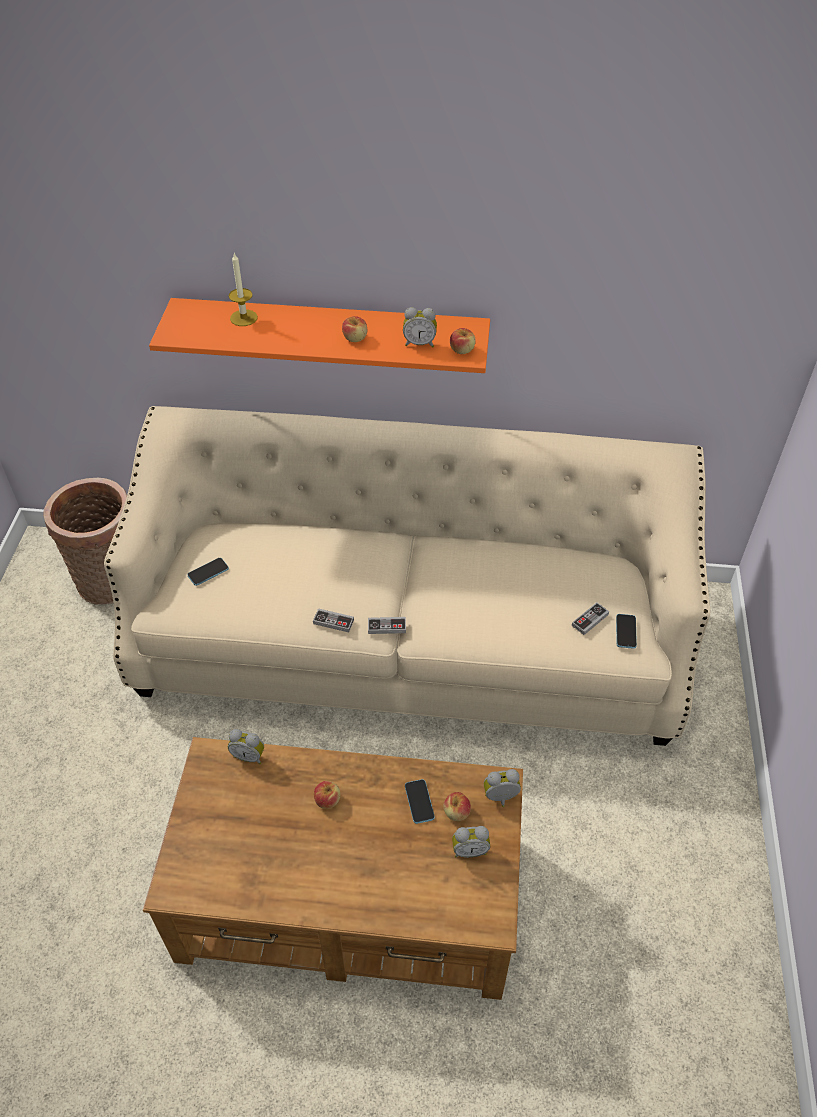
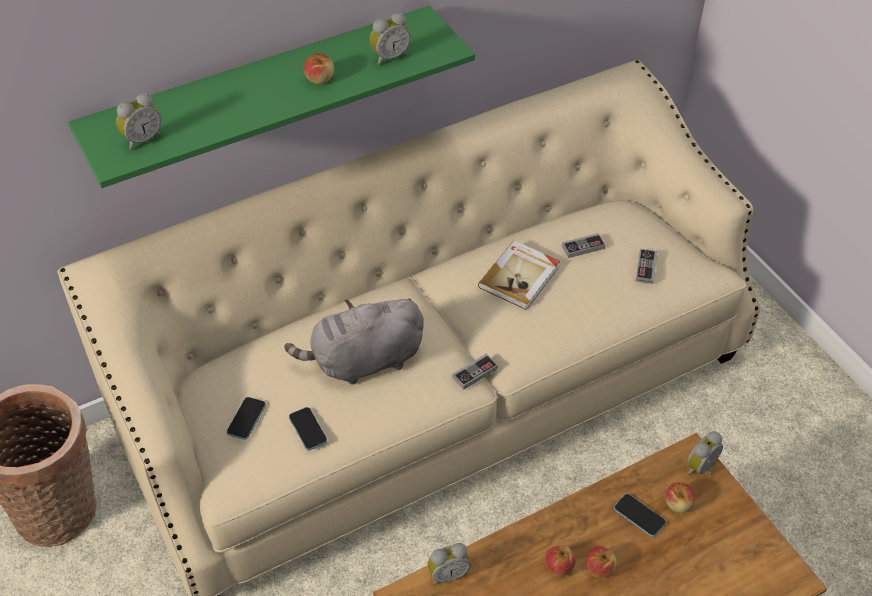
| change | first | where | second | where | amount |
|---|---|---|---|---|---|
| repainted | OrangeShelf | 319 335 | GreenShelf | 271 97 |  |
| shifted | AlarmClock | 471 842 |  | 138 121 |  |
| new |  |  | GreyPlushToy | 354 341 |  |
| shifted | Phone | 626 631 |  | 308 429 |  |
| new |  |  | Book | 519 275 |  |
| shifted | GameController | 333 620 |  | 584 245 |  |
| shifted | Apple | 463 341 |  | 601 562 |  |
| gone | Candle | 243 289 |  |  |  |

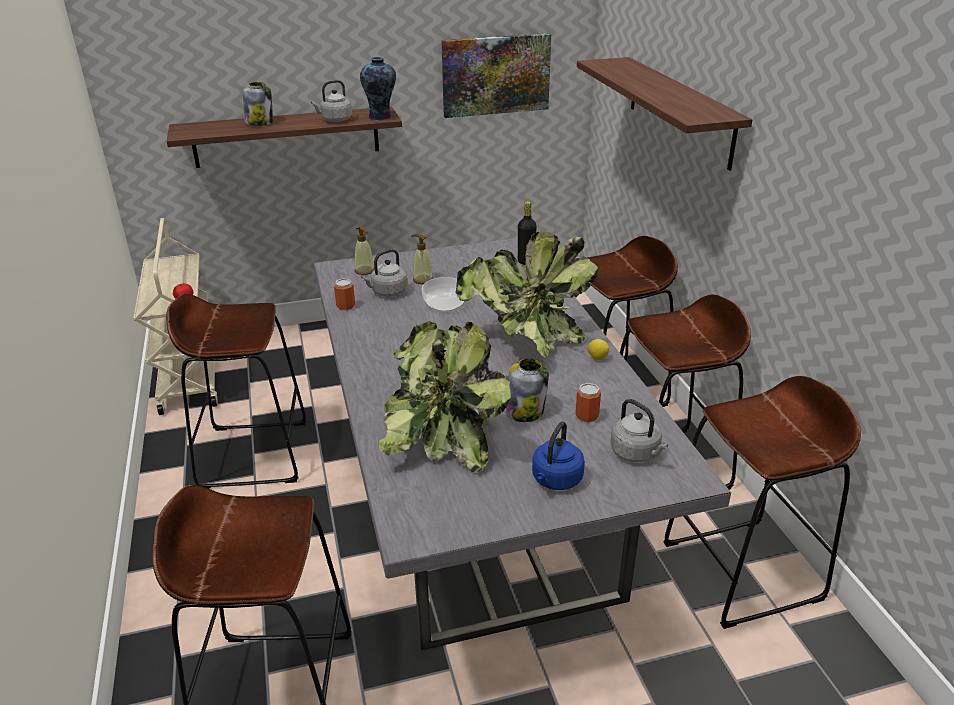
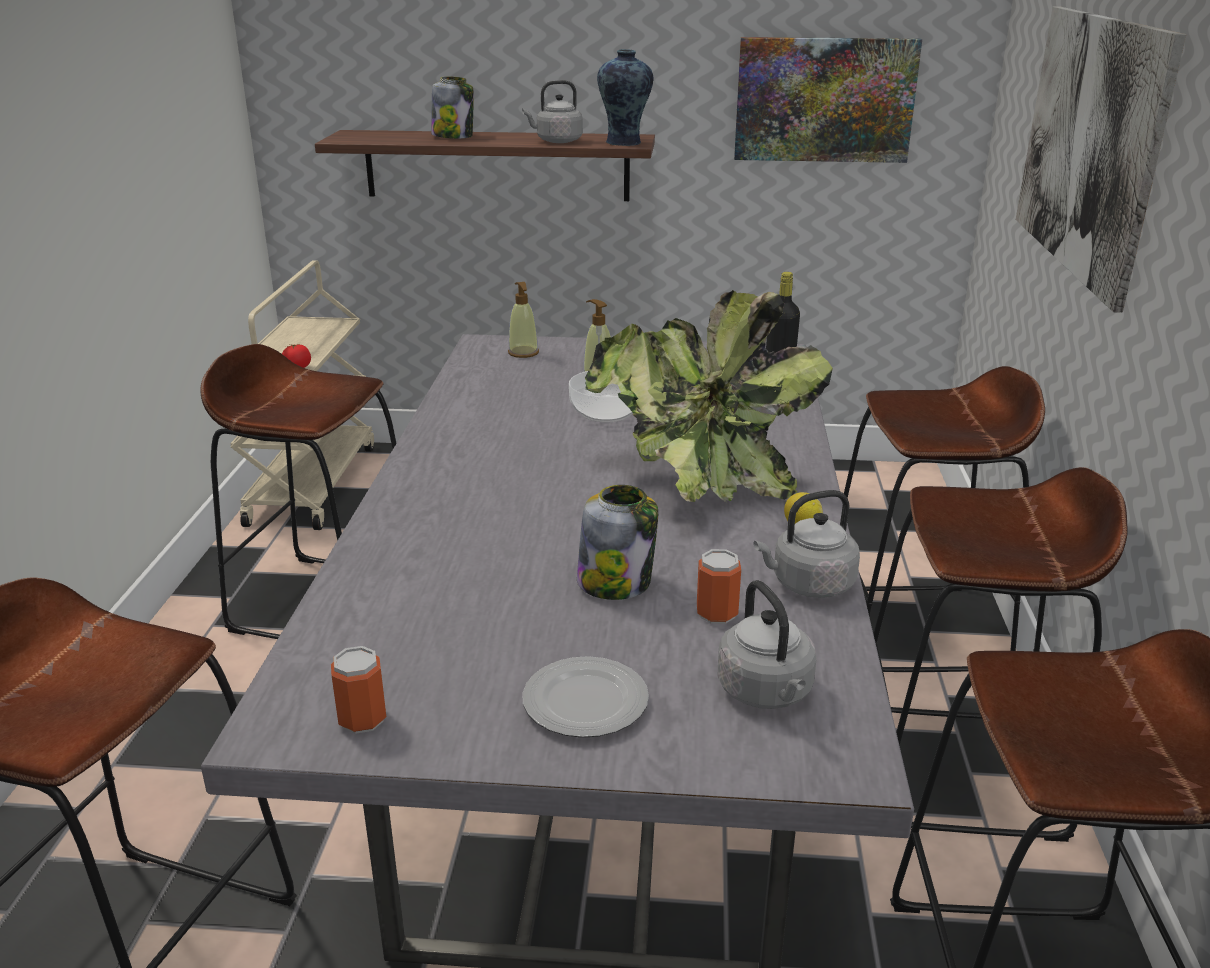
| change | first | where | second | where | amount |
|---|---|---|---|---|---|
| shifted | Can | 344 295 |  | 358 690 |  |
| swapped | BlueKettle | 558 456 | Plate | 585 697 |  |
| shifted | GreyKettle | 384 273 |  | 806 544 |  |
| swapped | Shelf | 665 113 | Picture | 1101 160 |  |
| gone | PottedPlant | 445 396 |  |  |  |

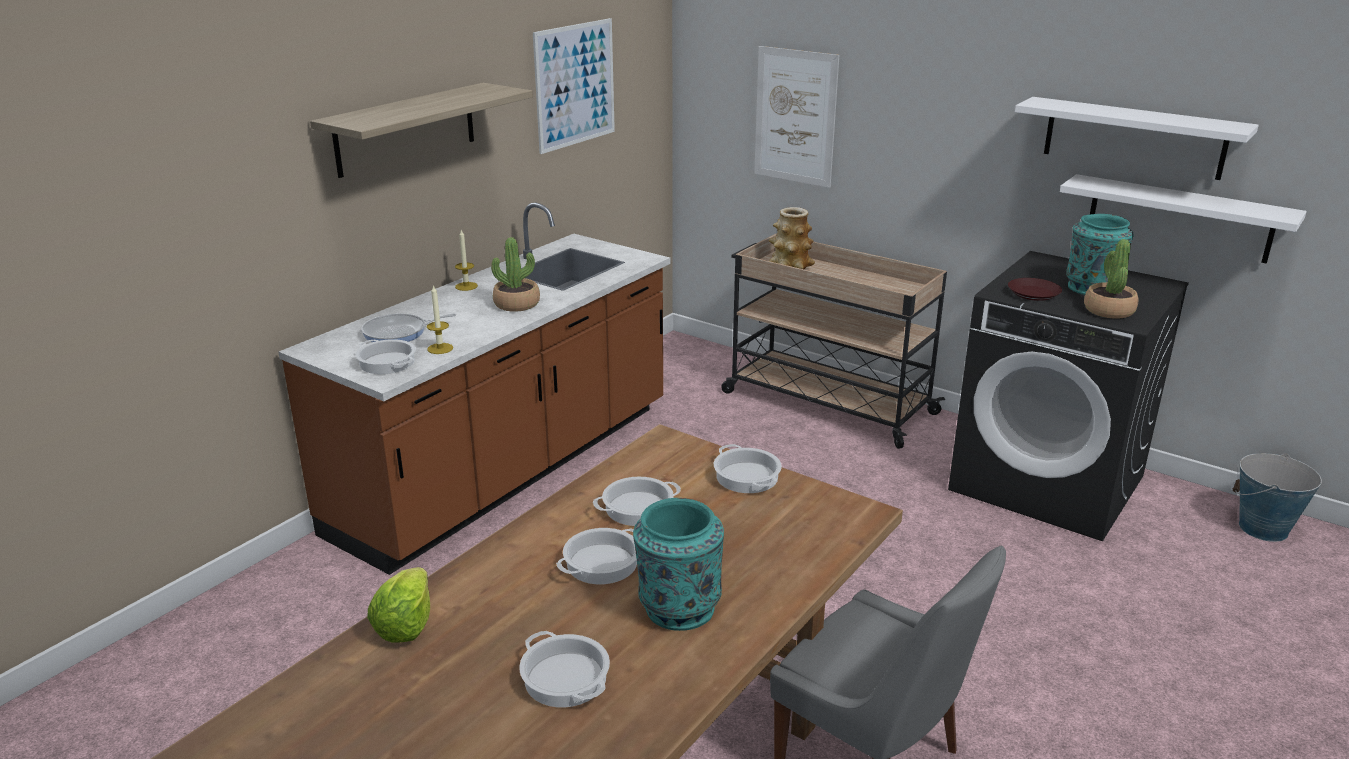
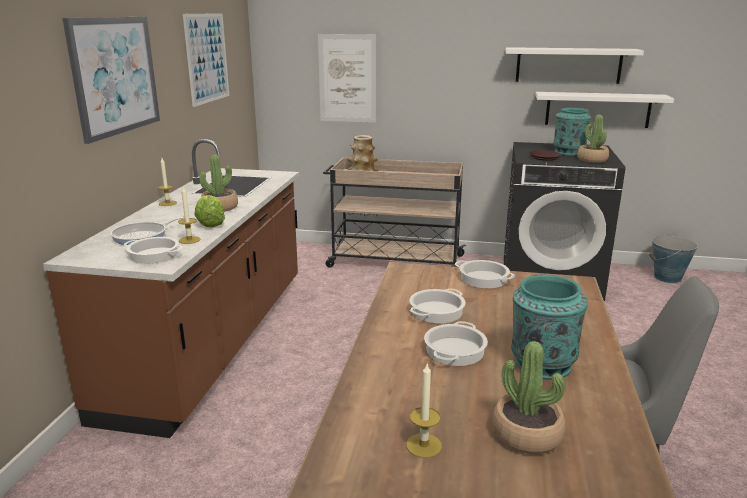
| change | first | where | second | where | amount |
|---|---|---|---|---|---|
| swapped | Shelf | 421 130 | Picture | 111 80 |  |
| shifted | Lettuce | 398 605 |  | 210 211 |  |
| new |  |  | Candle | 424 411 |  |
| swapped | CookingPot | 564 669 | PottedPlant | 529 397 |  |

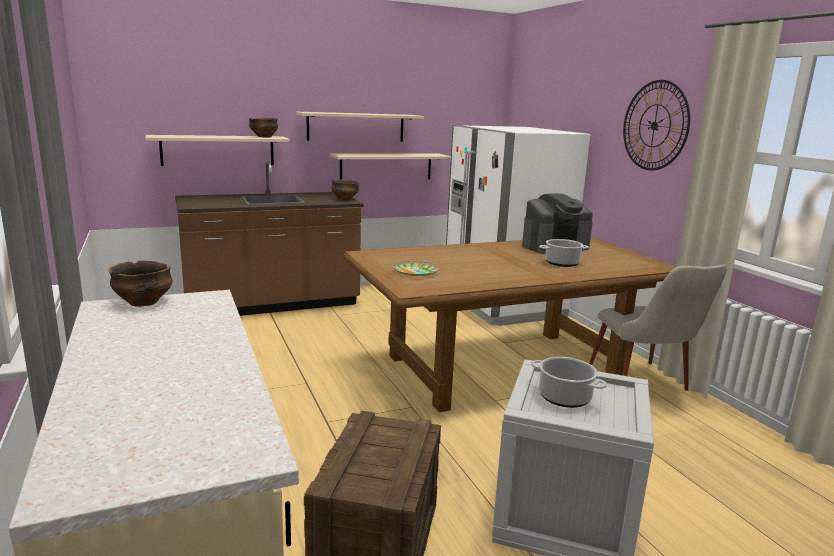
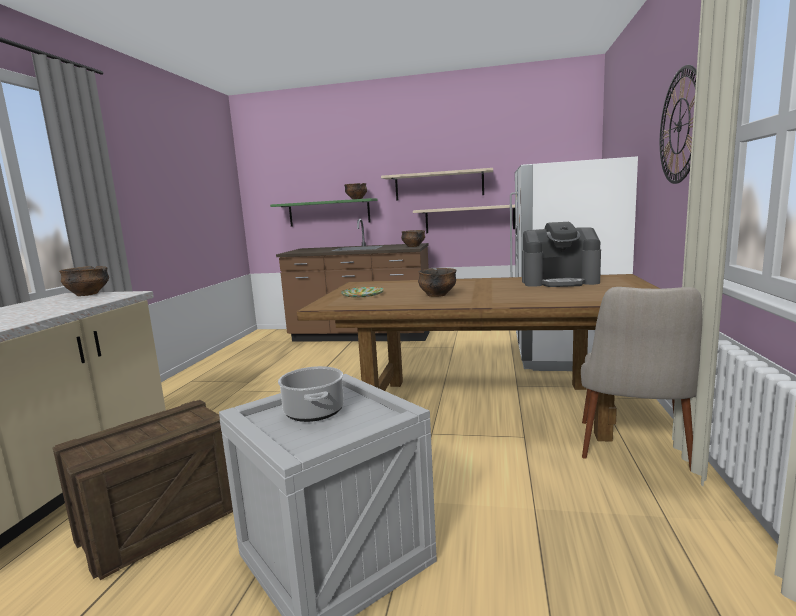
| change | first | where | second | where | amount |
|---|---|---|---|---|---|
| repainted | BeigeShelf | 218 150 | GreenShelf | 324 212 |  |
| new |  |  | Bowl | 437 282 |  |
| gone | CookingPot | 564 253 |  |  |  |

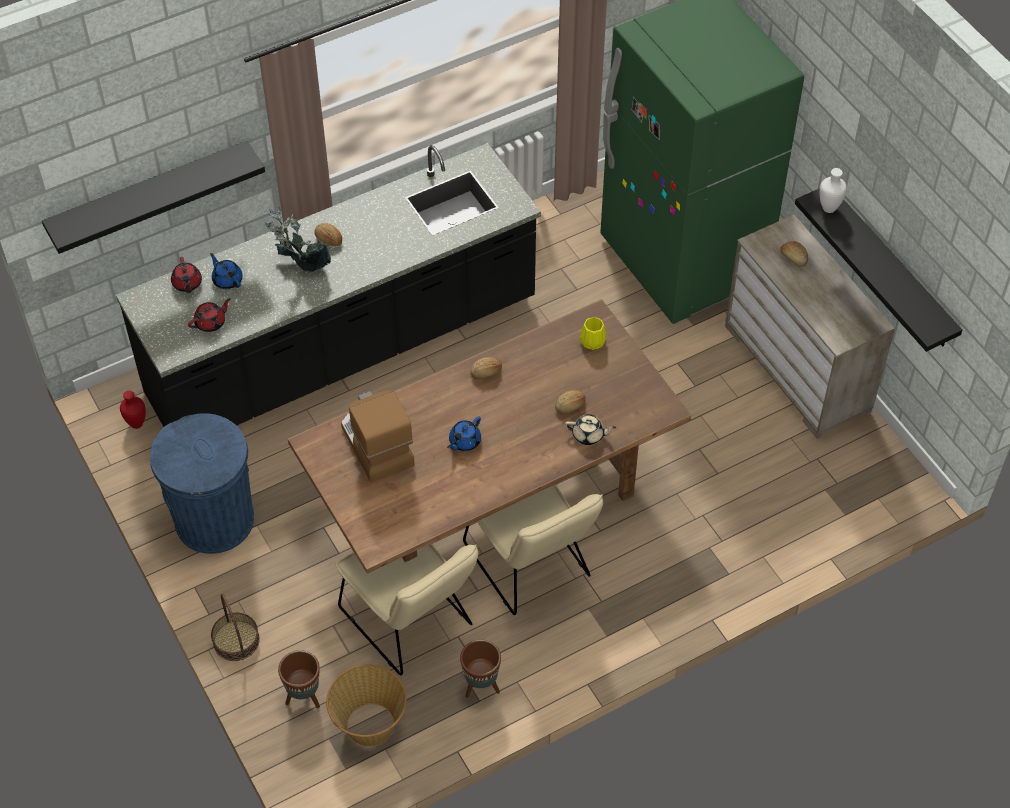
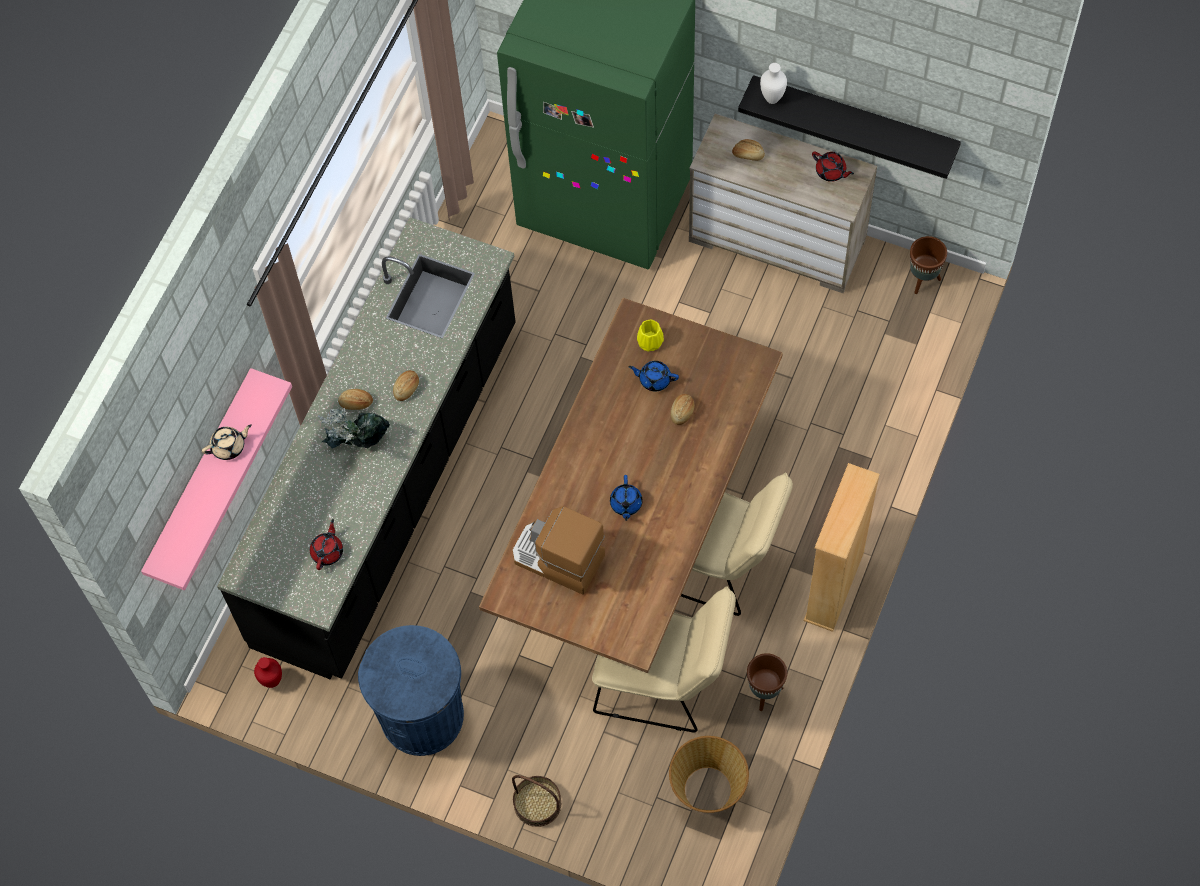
| change | first | where | second | where | amount |
|---|---|---|---|---|---|
| repainted | BlackShelf | 153 197 | PinkShelf | 216 479 |  |
| shifted | BeigeTeapot | 590 429 |  | 227 442 |  |
| shifted | Bread | 486 368 |  | 406 385 |  |
| shifted | BlueTeapot | 226 271 |  | 653 376 |  |
| new |  |  | BeigeBookcase | 841 547 |  |
| shifted | RedTeapot | 186 275 |  | 833 166 |  |
| shifted | BrownPlanter | 299 679 |  | 928 265 |  |

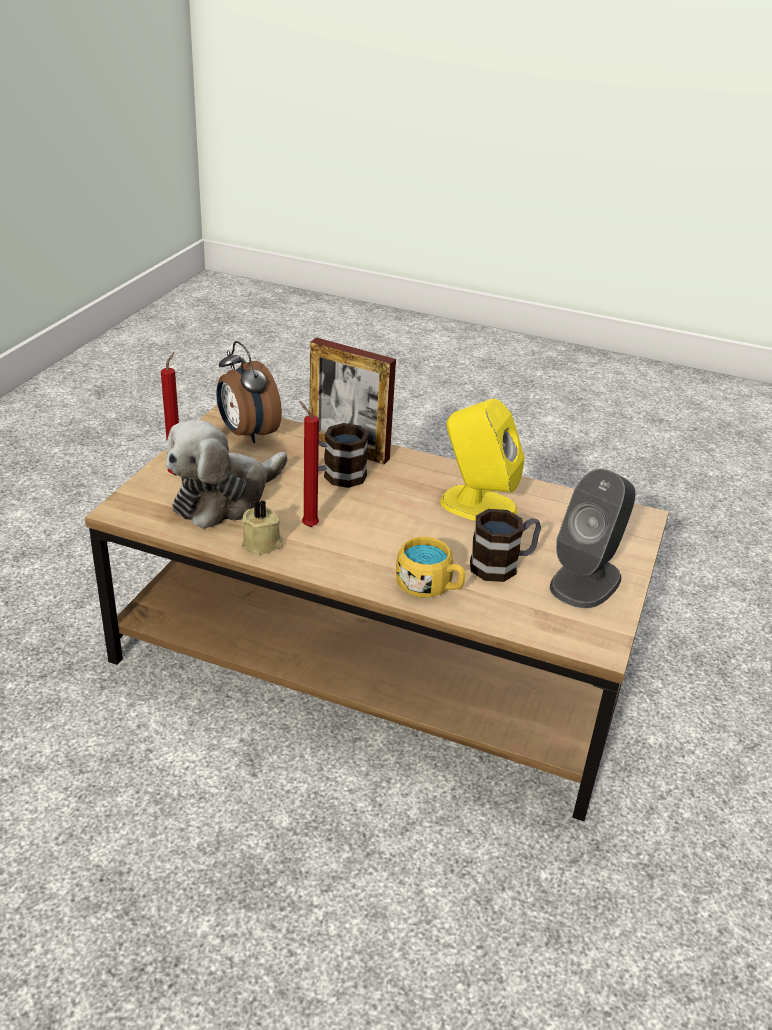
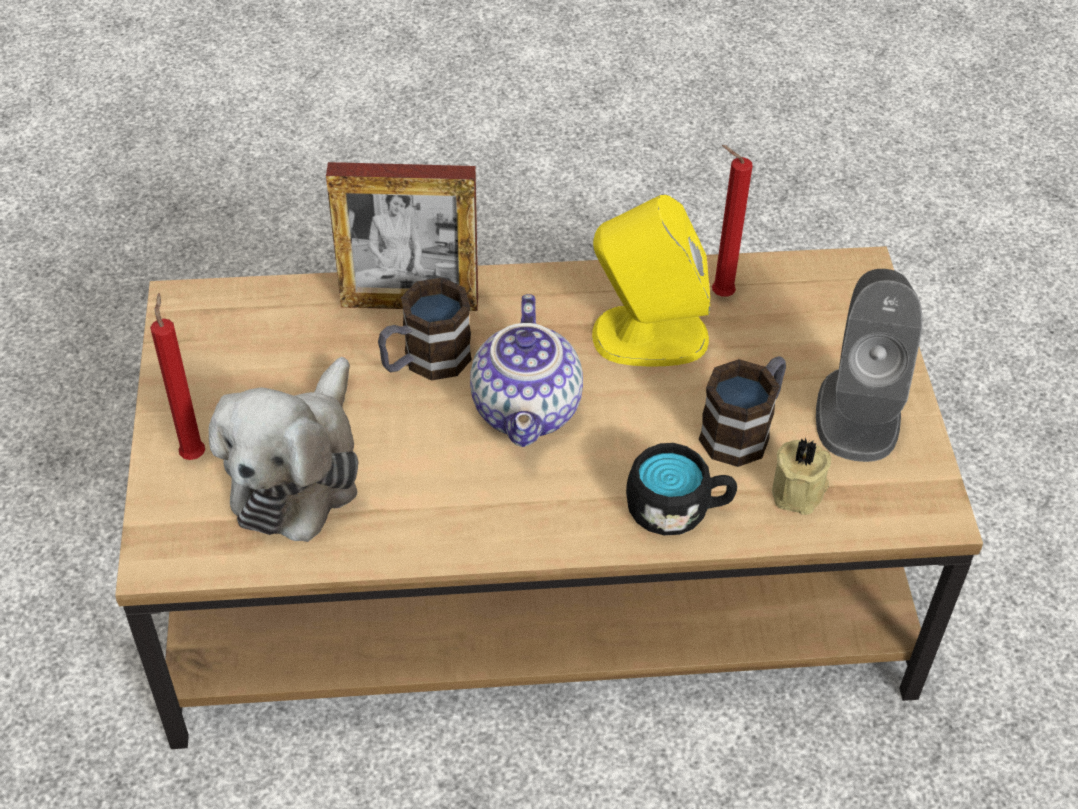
| change | first | where | second | where | amount |
|---|---|---|---|---|---|
| new |  |  | Teapot | 526 370 |  |
| repainted | YellowMug | 430 567 | BlackMug | 681 489 |  |
| shifted | RedCandle | 309 464 |  | 732 221 |  |
| shifted | BeigeCandle | 263 528 |  | 801 476 |  |
| gone | AlarmClock | 249 392 |  |  |  |

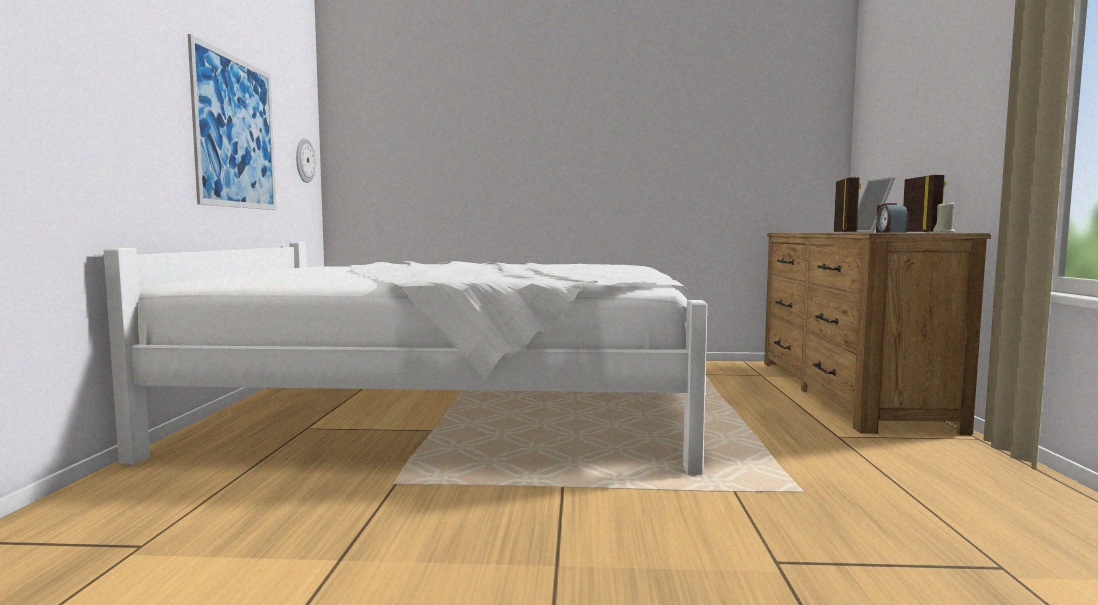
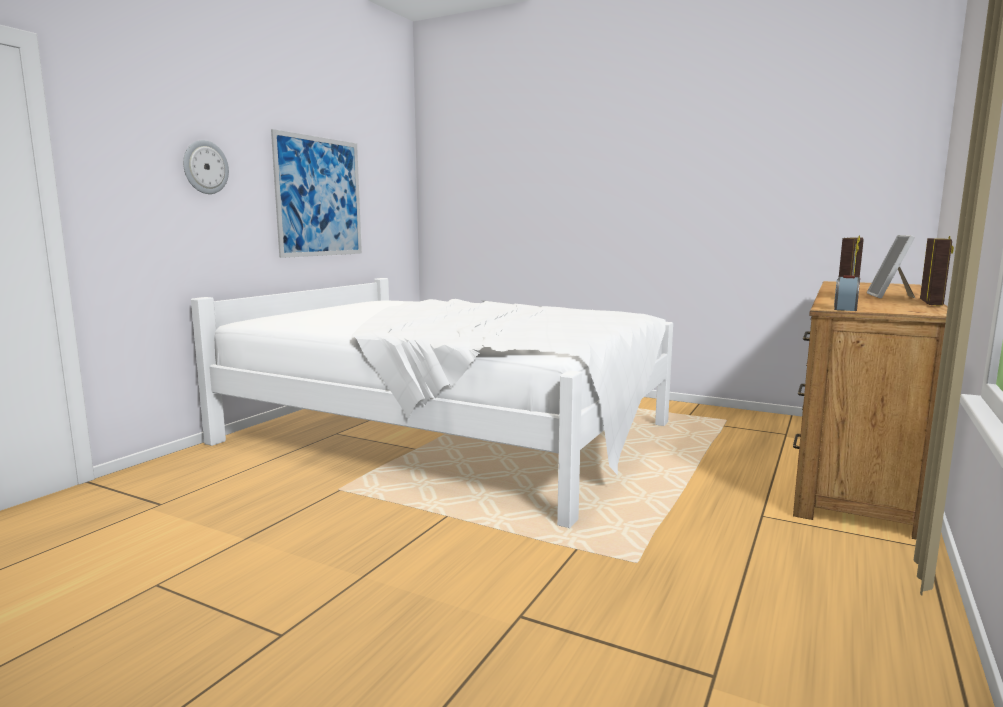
| change | first | where | second | where | amount |
|---|---|---|---|---|---|
| shifted | WallClock | 306 160 |  | 206 167 |  |
| gone | BeigeCandle | 944 217 |  |  |  |

